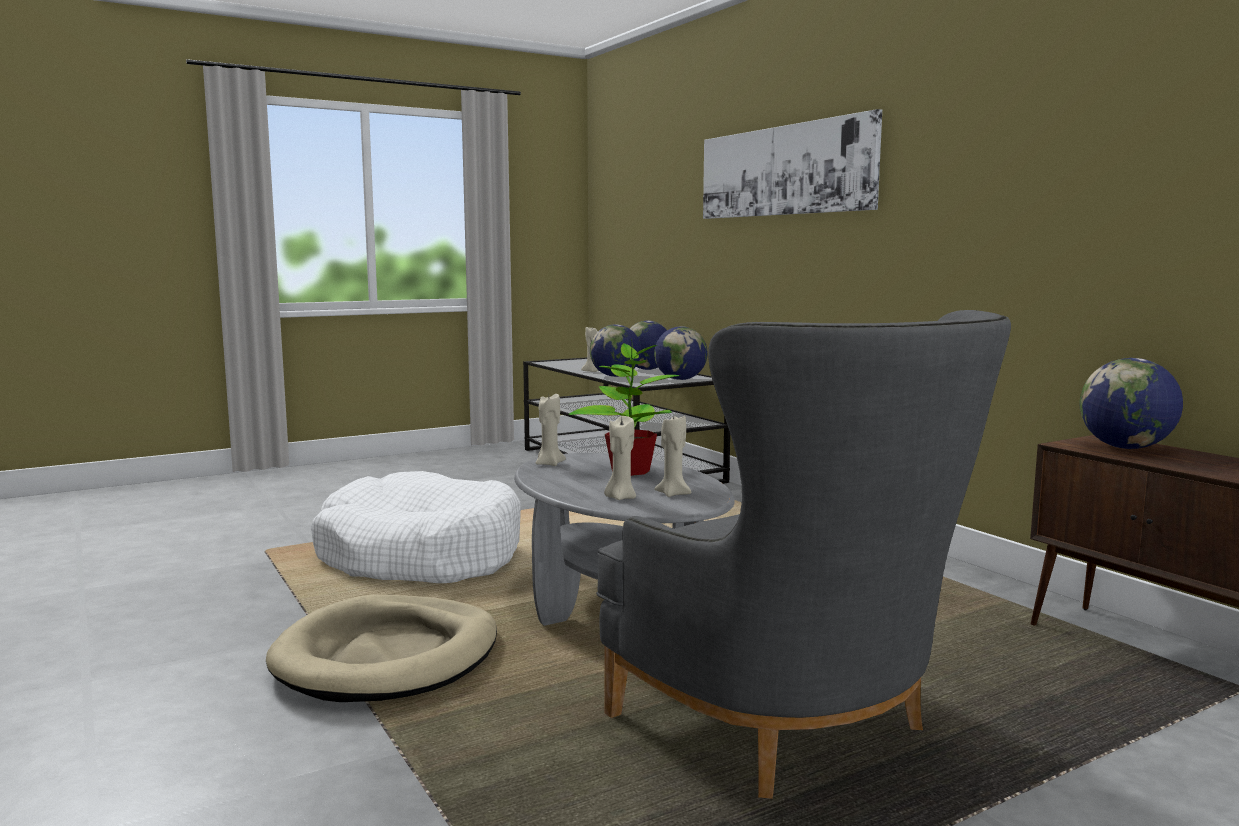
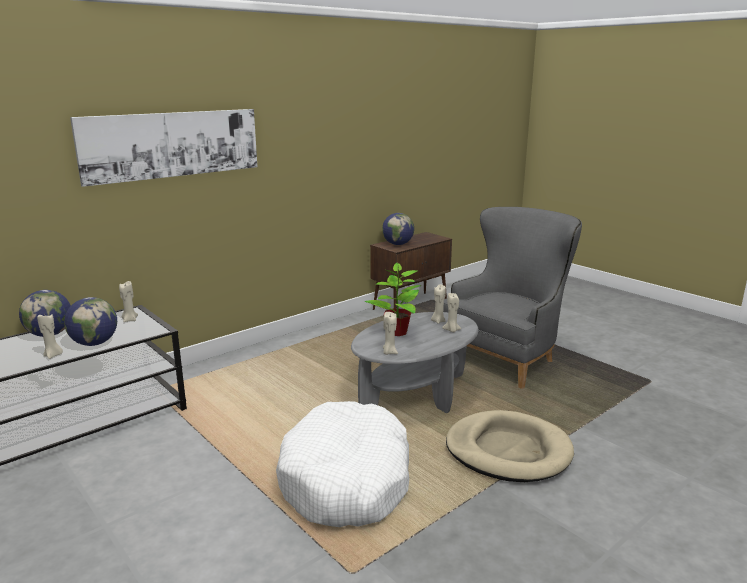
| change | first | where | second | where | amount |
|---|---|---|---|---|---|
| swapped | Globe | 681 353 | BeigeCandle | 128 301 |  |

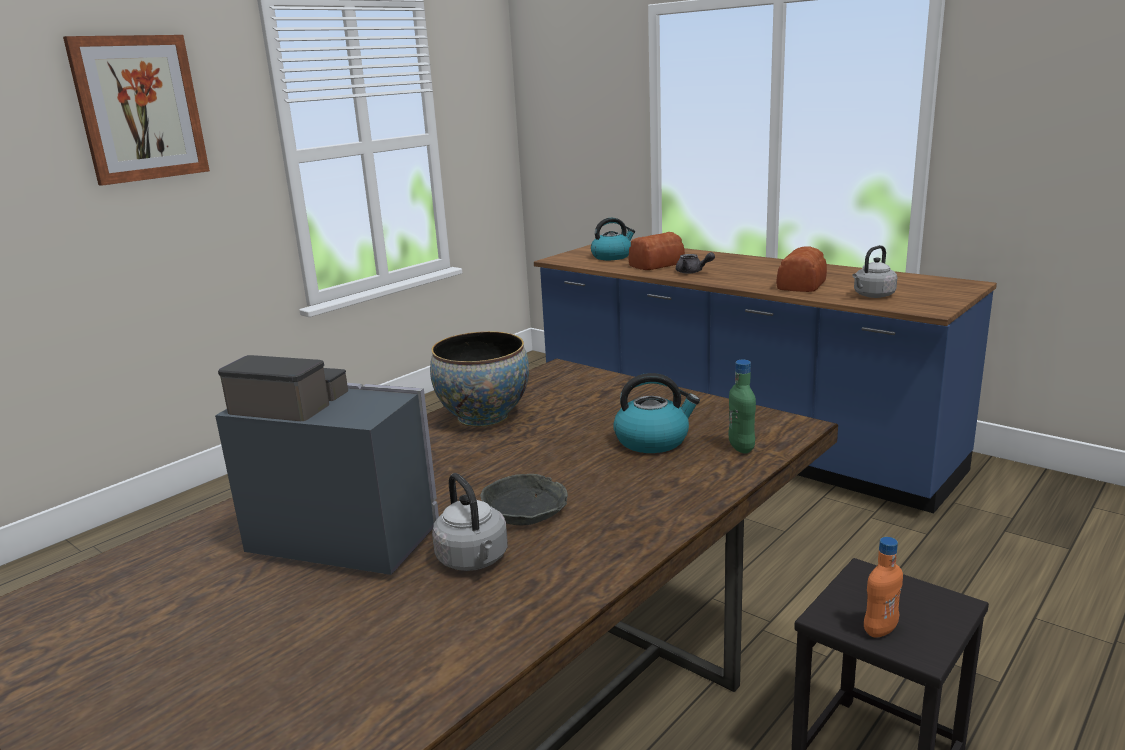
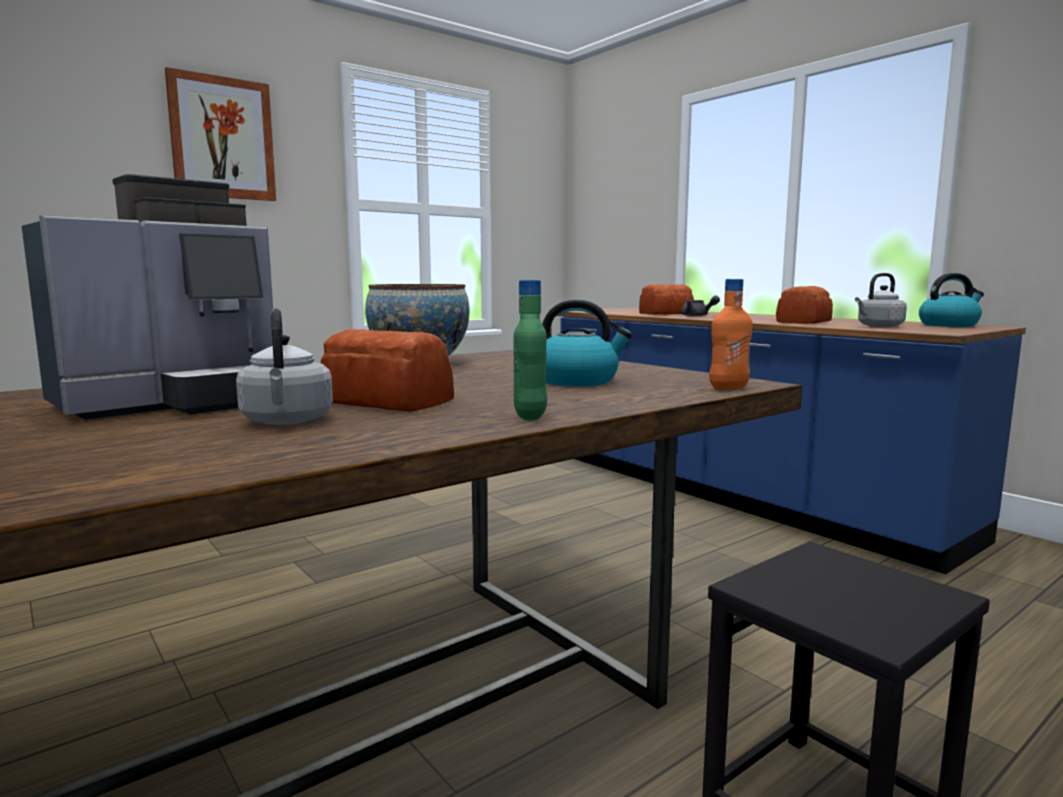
| change | first | where | second | where | amount |
|---|---|---|---|---|---|
| rotated | CoffeeMachine | 327 465 |  | 147 297 | 105 degrees clockwise |
| swapped | GreyBowl | 524 499 | Bread | 387 370 |  |
| shifted | GreenBottle | 742 407 |  | 530 350 |  |
| shifted | OrangeBottle | 883 587 |  | 730 334 |  |
| shifted | Kettle | 613 239 |  | 951 300 |  |

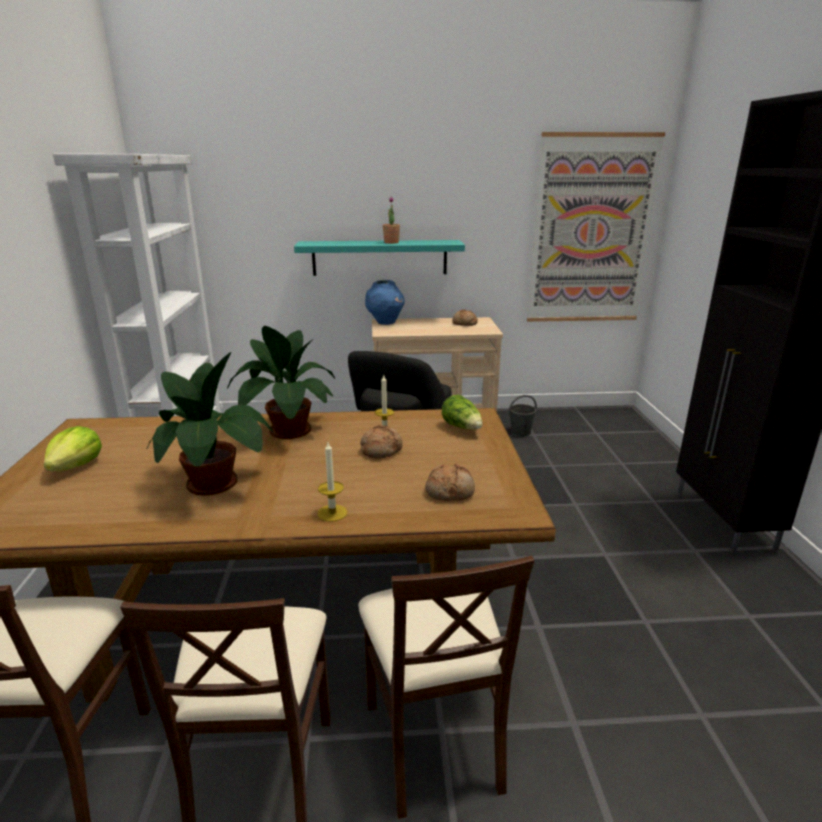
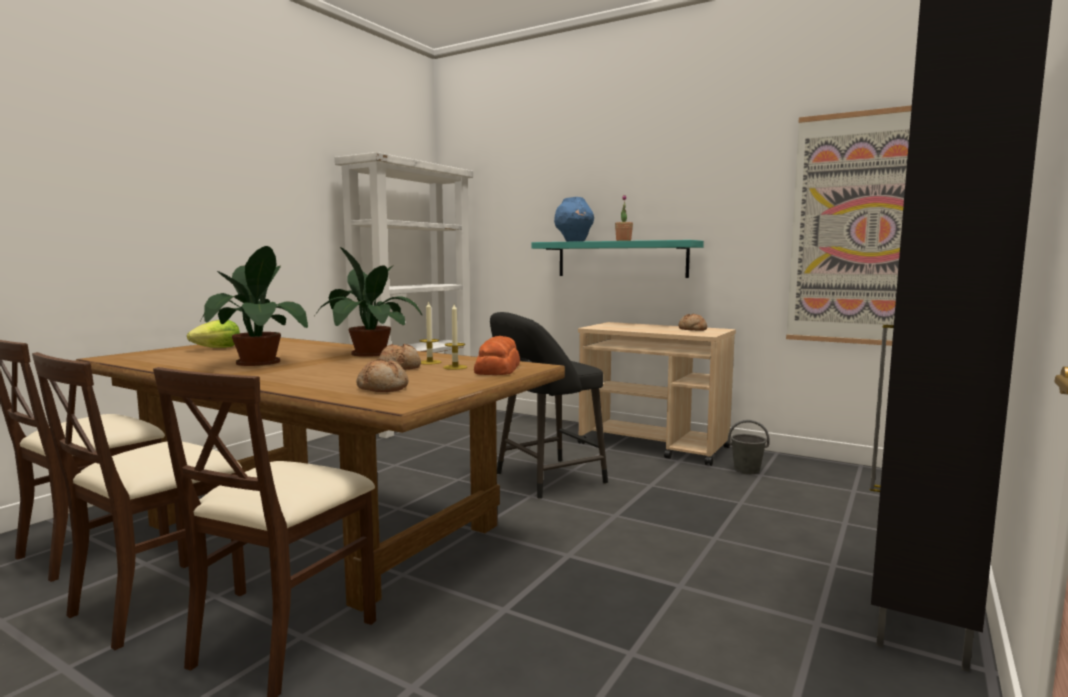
| change | first | where | second | where | amount |
|---|---|---|---|---|---|
| shifted | Candle | 332 482 |  | 455 337 |  |
| swapped | Lettuce | 462 411 | Bread | 497 355 |  |
| shifted | BlueVase | 385 302 |  | 574 219 |  |

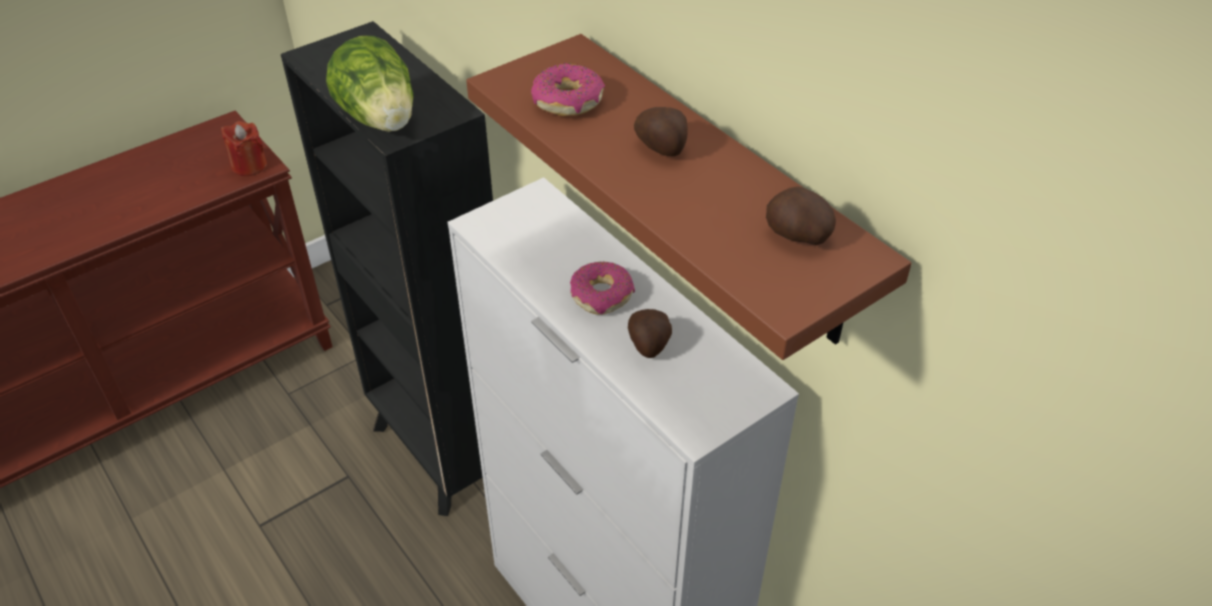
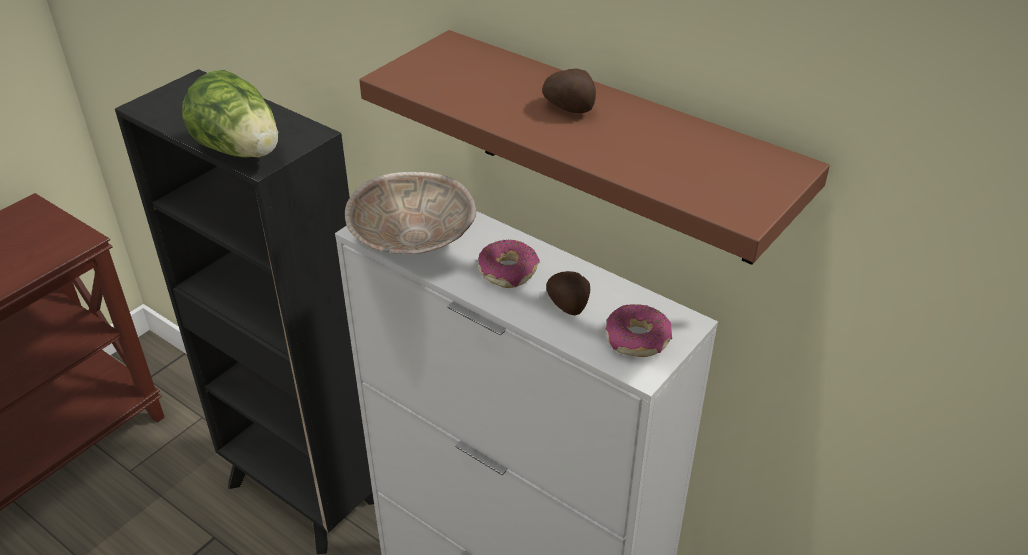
| change | first | where | second | where | amount |
|---|---|---|---|---|---|
| new |  |  | BeigeBowl | 410 213 |  |
| shifted | Donut | 568 89 |  | 639 330 |  |
| gone | RedCandle | 244 148 |  |  |  |
| gone | Potato | 801 215 |  |  |  |

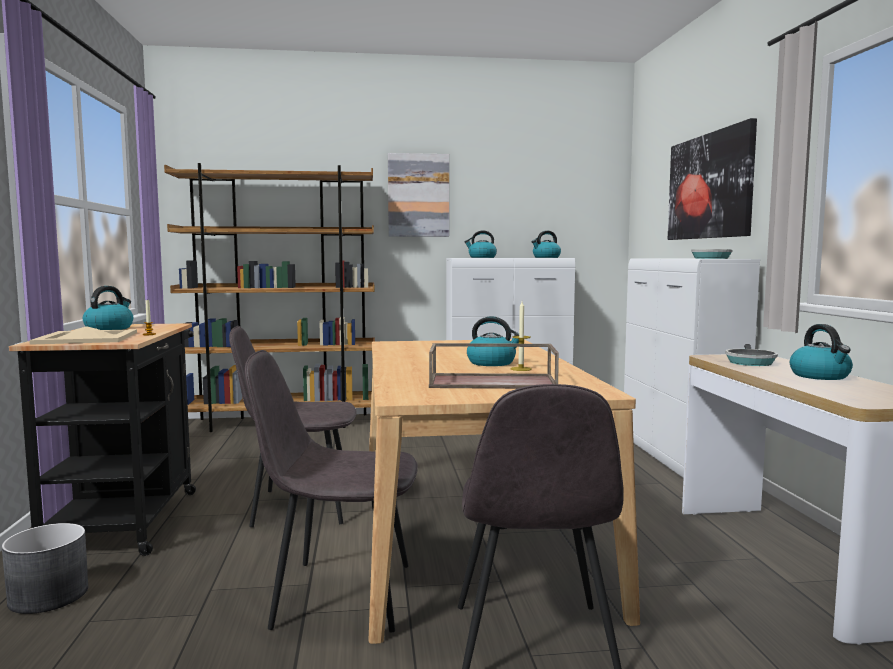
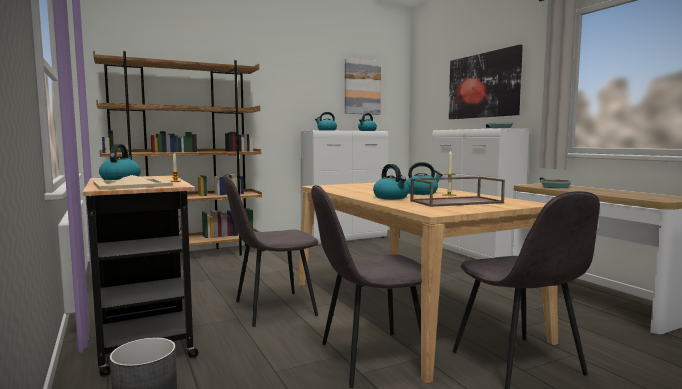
| change | first | where | second | where | amount |
|---|---|---|---|---|---|
| shifted | Picture | 418 195 |  | 363 86 |  |
| shifted | Kettle | 821 352 |  | 391 181 |  |

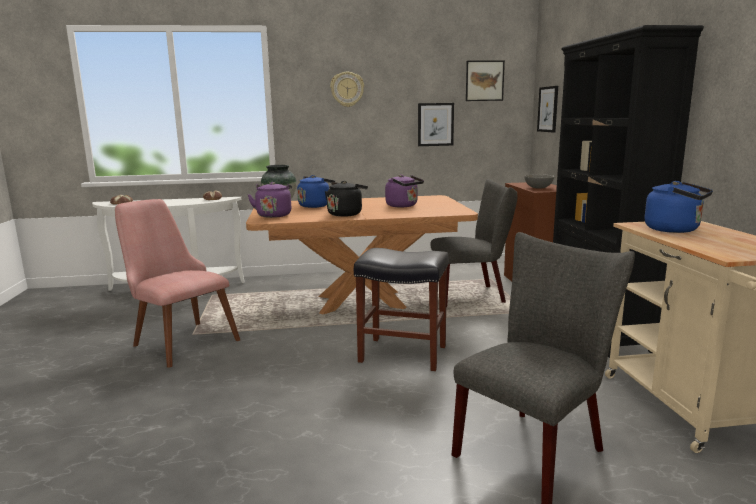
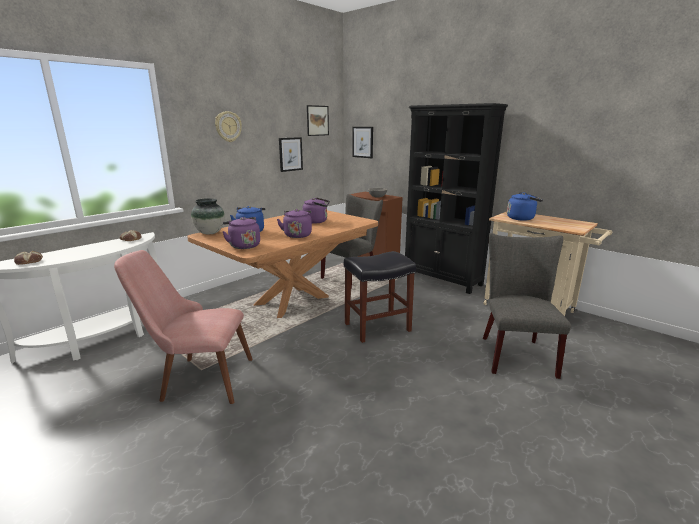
| change | first | where | second | where | amount |
|---|---|---|---|---|---|
| repainted | BlackKettle | 346 199 | PurpleKettle | 294 223 |  |

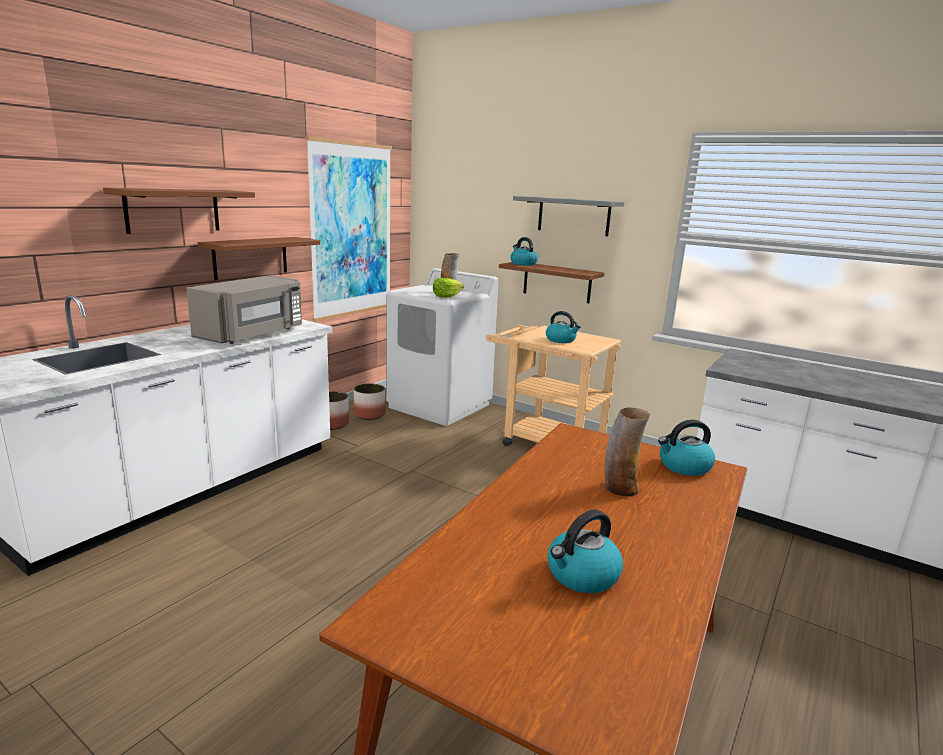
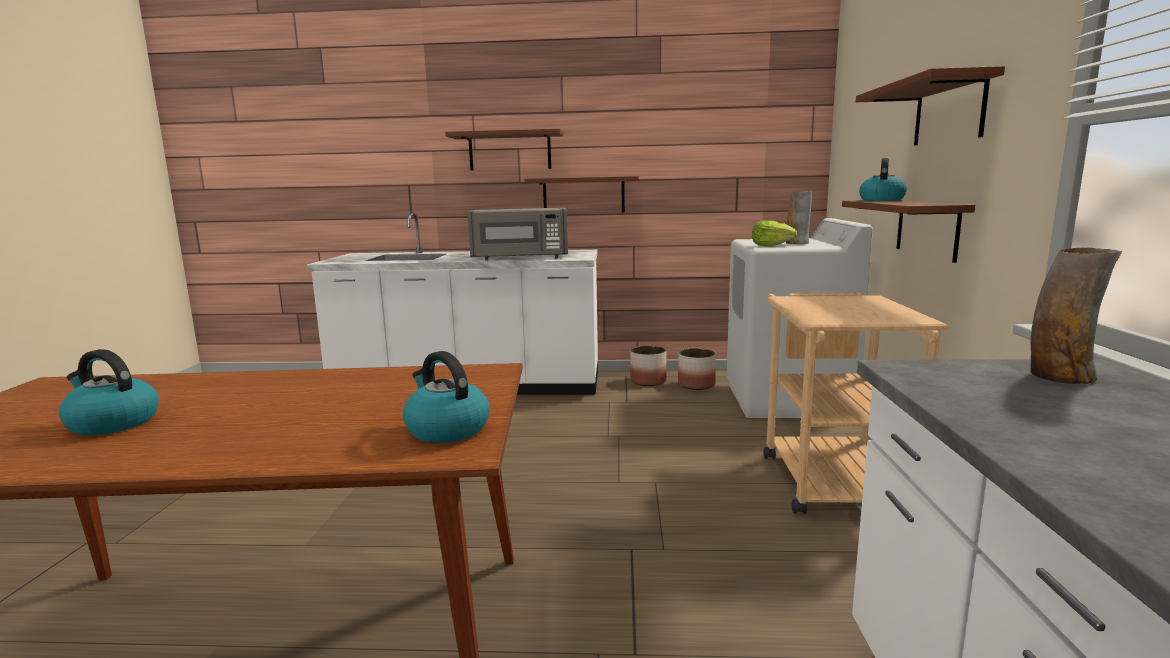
| change | first | where | second | where | amount |
|---|---|---|---|---|---|
| repainted | GreyShelf | 568 216 | BrownShelf | 930 105 |  |
| shifted | Vase | 627 452 |  | 1076 315 |  |
| gone | Picture | 348 229 |  |  |  |
| gone | Kettle | 563 327 |  |  |  |

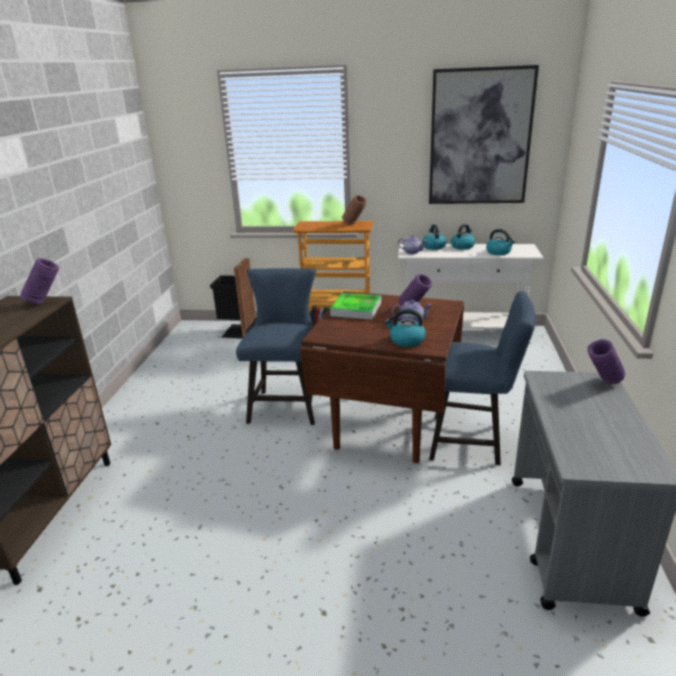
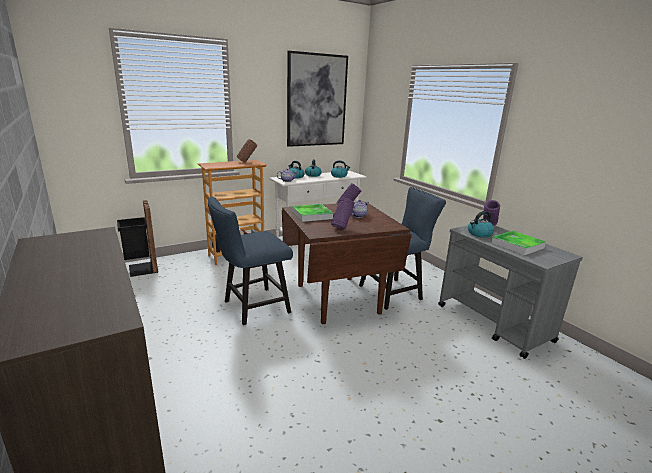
| change | first | where | second | where | amount |
|---|---|---|---|---|---|
| rotated | BlueChair | 276 346 |  | 250 261 | 90 degrees counterclockwise |
| shifted | PurpleVase | 39 281 |  | 343 213 |  |
| shifted | Kettle | 405 328 |  | 481 224 |  |
| new |  |  | Tray | 518 243 |  |

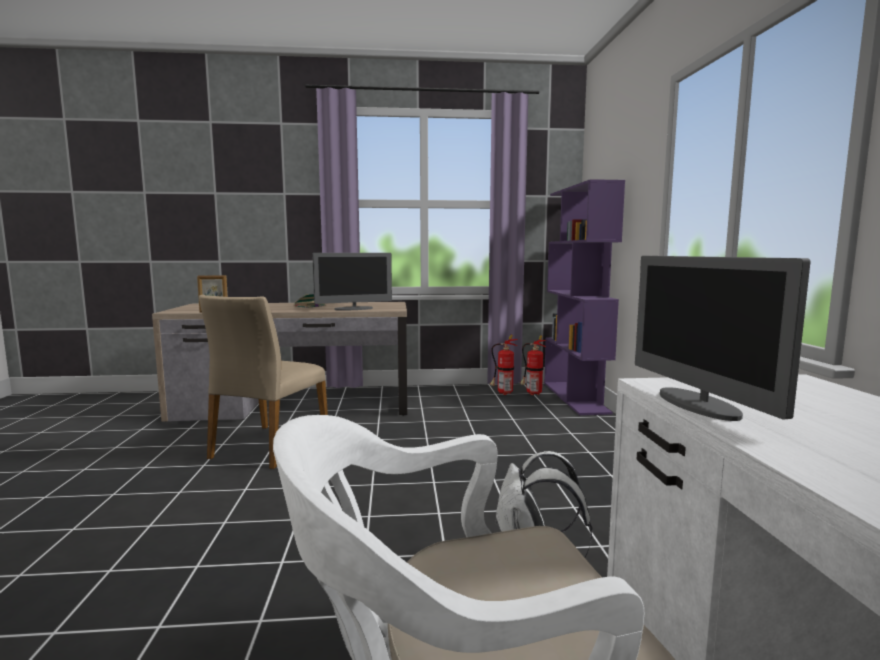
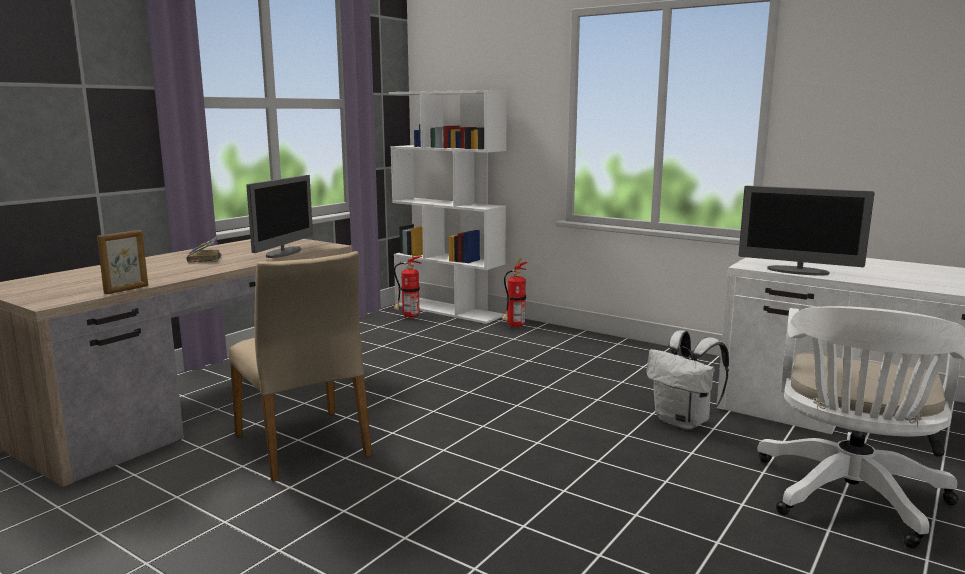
| change | first | where | second | where | amount |
|---|---|---|---|---|---|
| repainted | PurpleBookcase | 584 297 | WhiteBookcase | 448 207 |  |
| shifted | FireExtinguisher | 504 365 |  | 514 293 |  |

